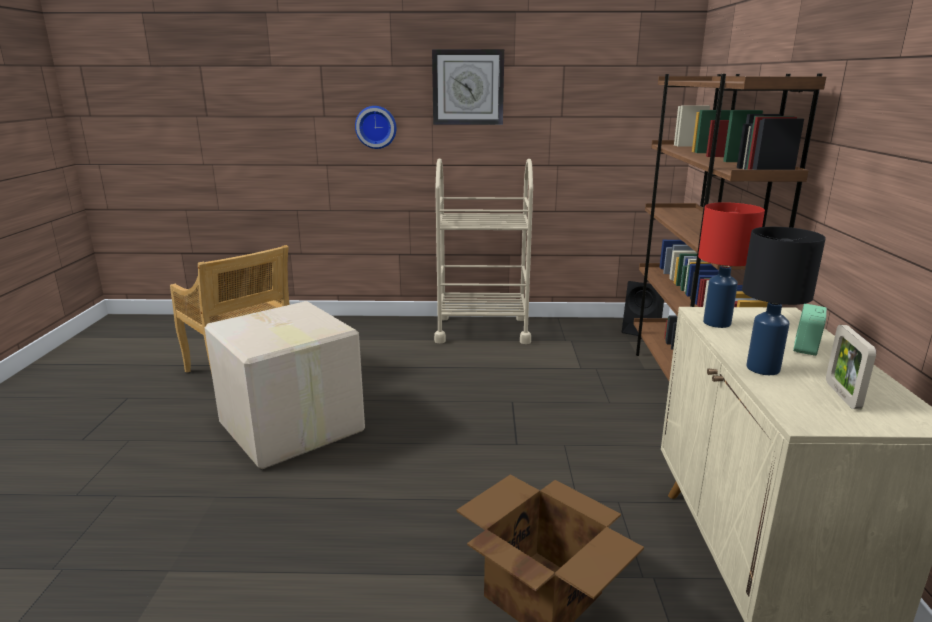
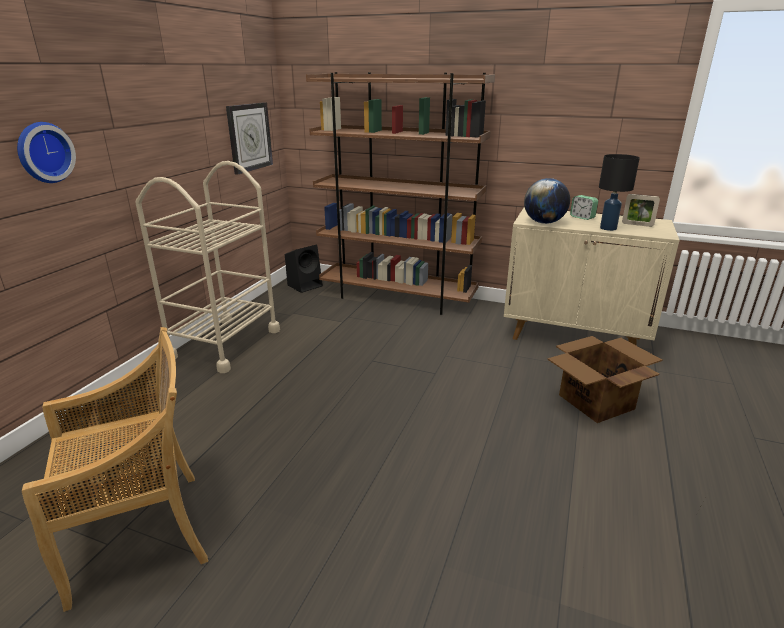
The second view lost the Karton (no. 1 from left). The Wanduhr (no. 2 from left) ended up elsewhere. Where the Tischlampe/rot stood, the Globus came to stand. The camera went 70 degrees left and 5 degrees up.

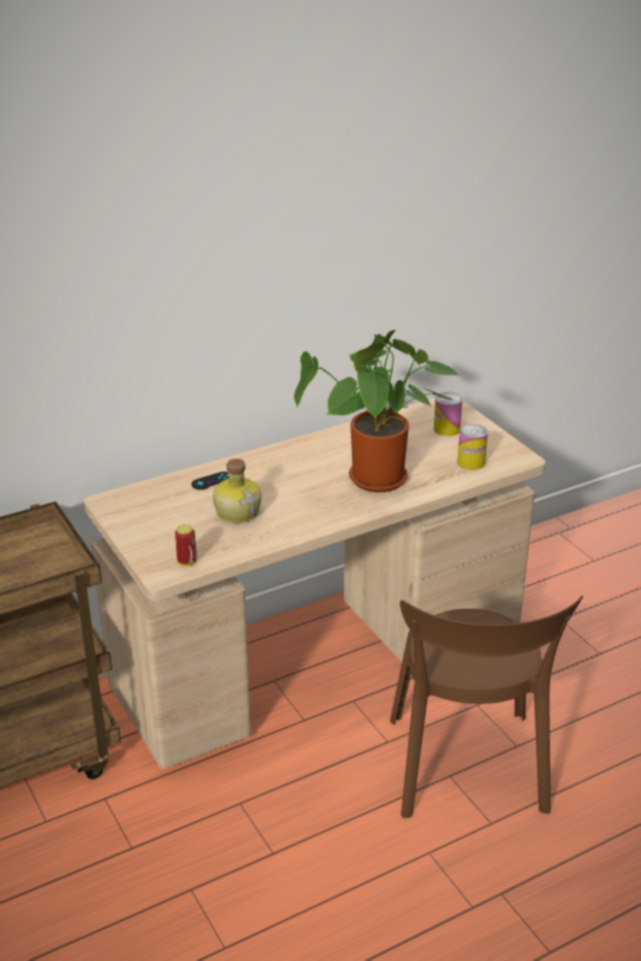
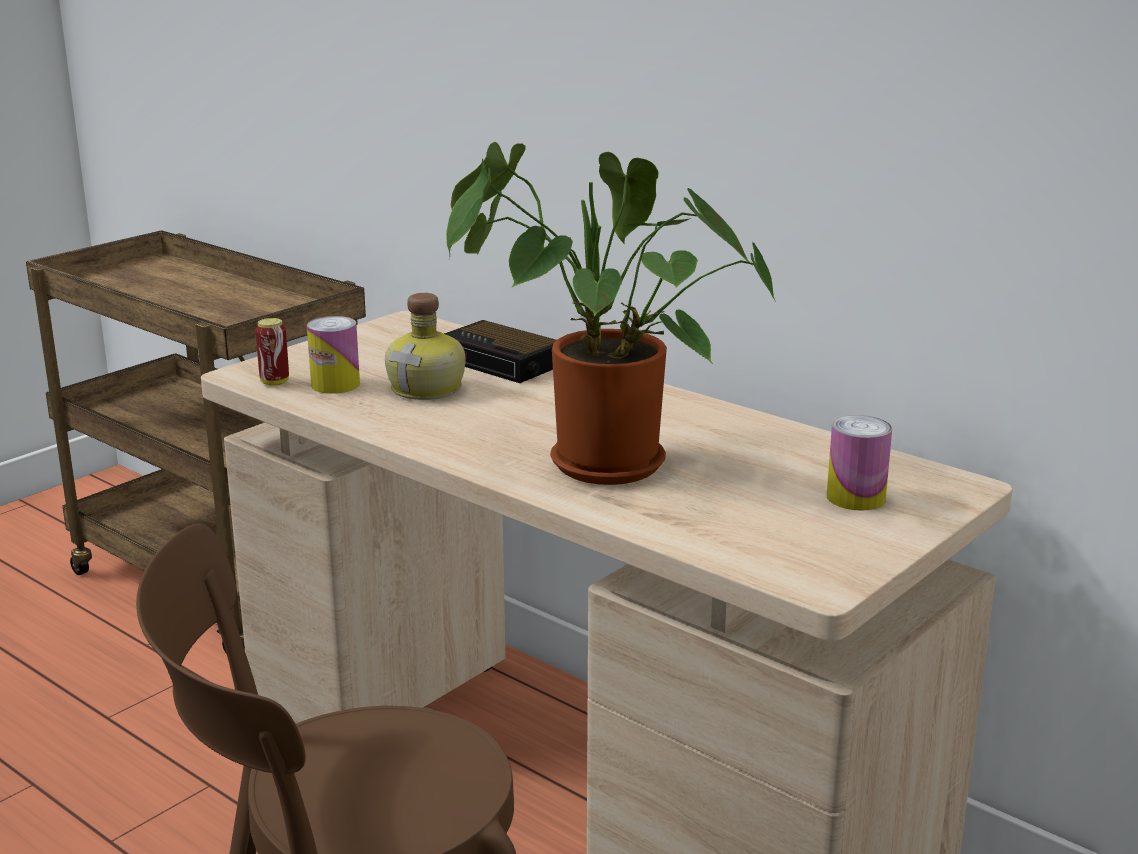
Where the Gamepad/schwarz stood, the Wecker came to stand. The Dose (no. 3 from left in the first image) ended up elsewhere. The camera went 70 degrees right and 10 degrees down.

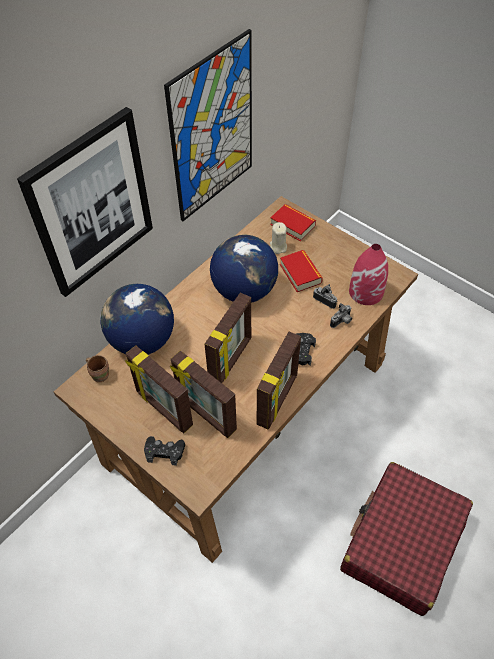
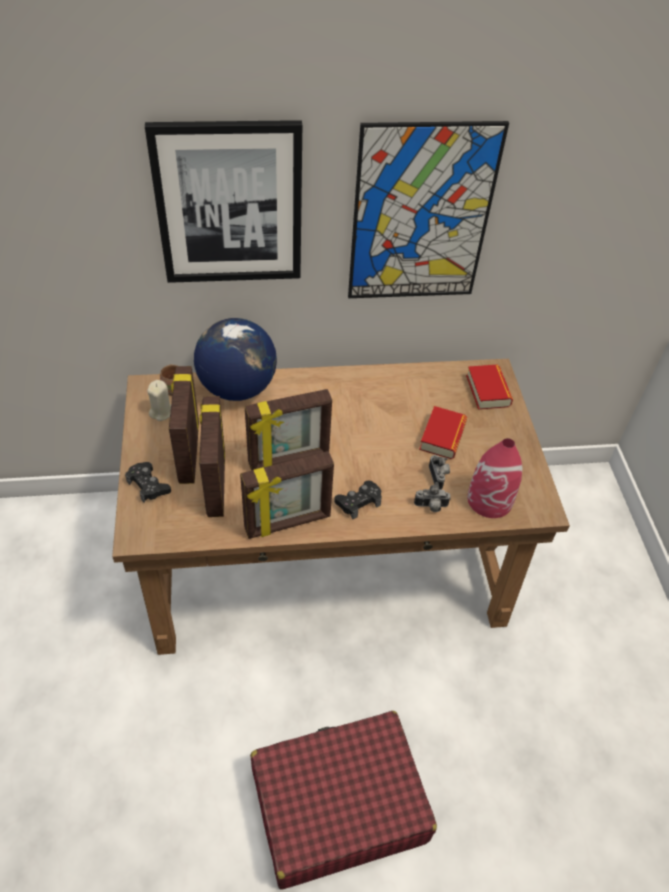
The second view lost the Globus (no. 2 from left). The Kerze/beige ended up elsewhere. The camera went 40 degrees right and 5 degrees down.

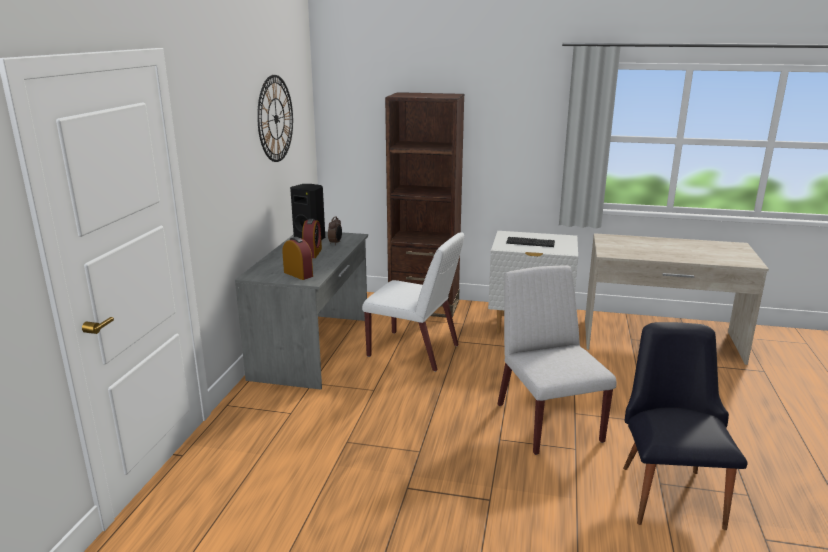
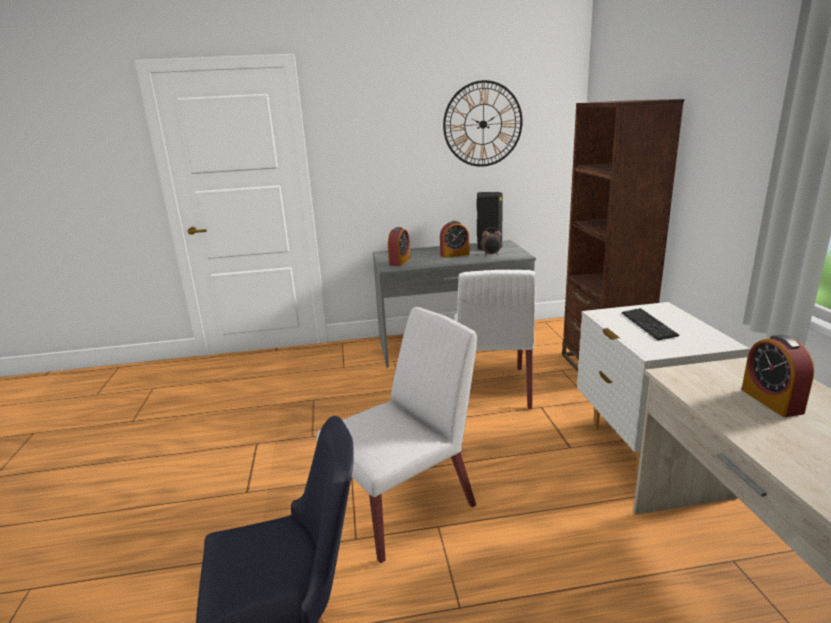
The second view gained the Wecker (no. 4 from left). The camera went 70 degrees right and 0 degrees up.

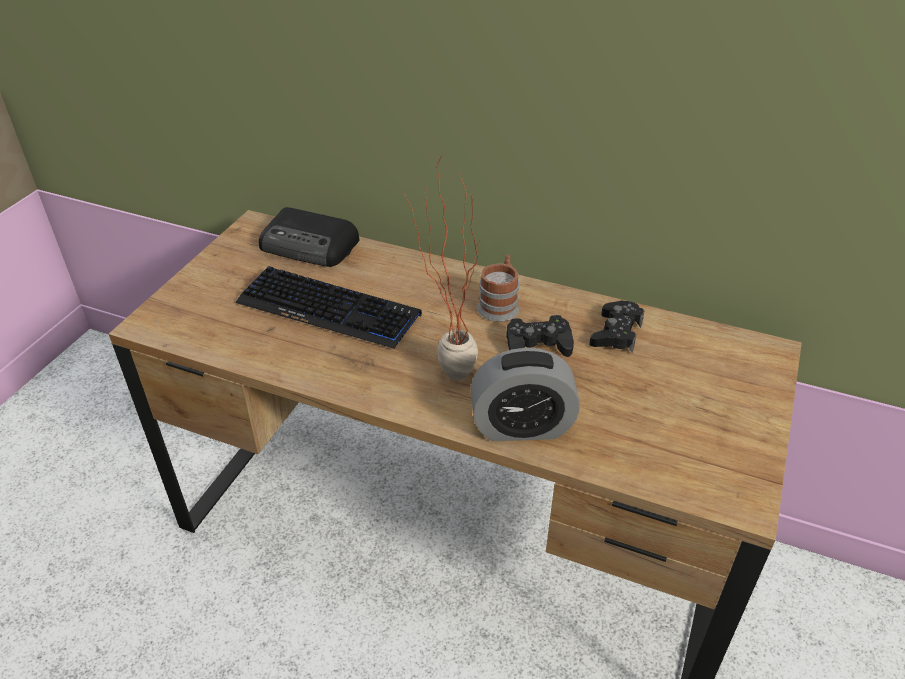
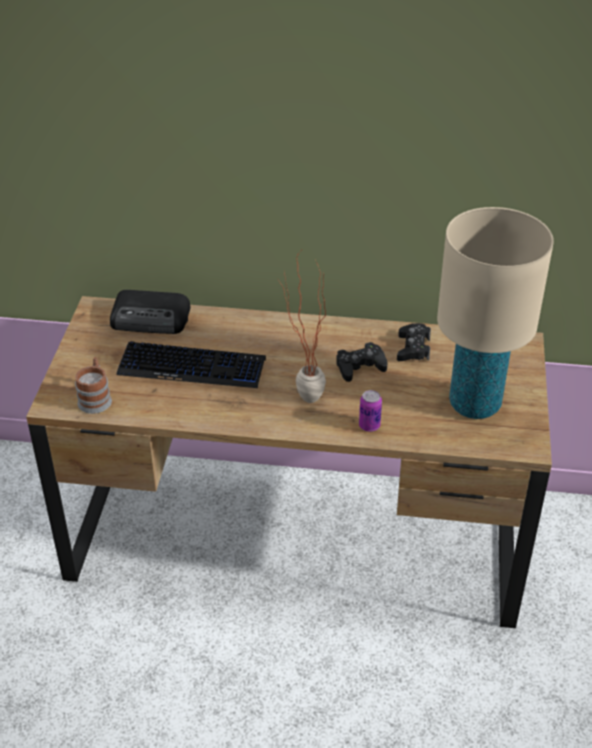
Where the Wecker stood, the Dose came to stand. The Henkelbecher ended up elsewhere. The second view gained the Tischlampe/beige. The camera went 15 degrees left and 0 degrees up.

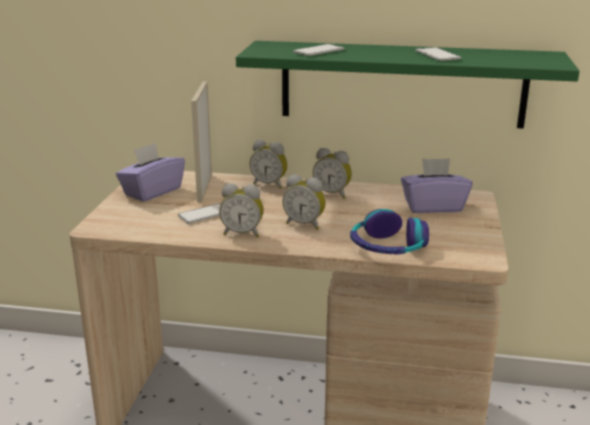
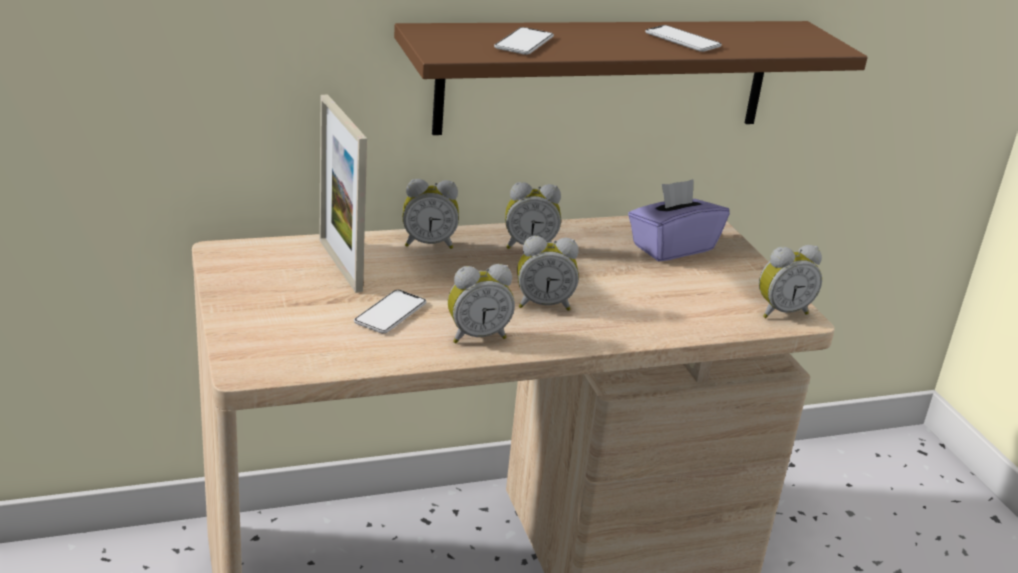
The second view lost the Taschentuchbox/lila (no. 1 from left). What was the Wandregal/grün turned into the Wandregal/braun. The second view lost the Kopfhörer. The second view gained the Wecker (no. 5 from left). The camera went 30 degrees left and 5 degrees up.

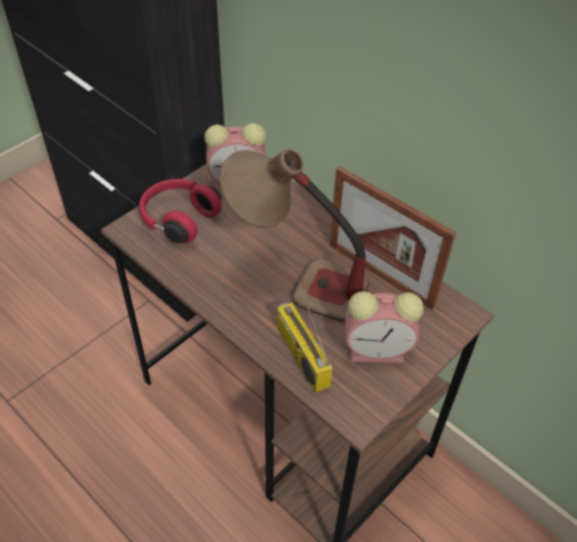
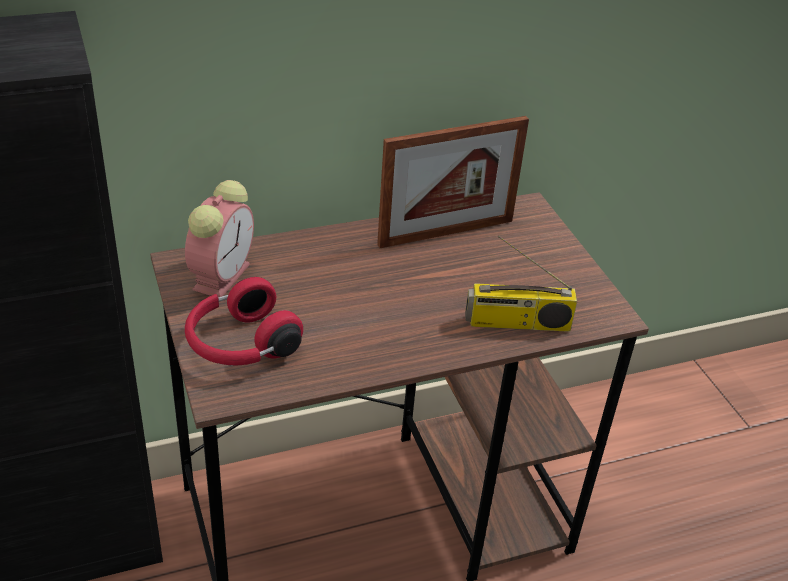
The second view lost the Tischlampe. The second view lost the Wecker (no. 2 from left). The camera went 65 degrees left and 10 degrees down.

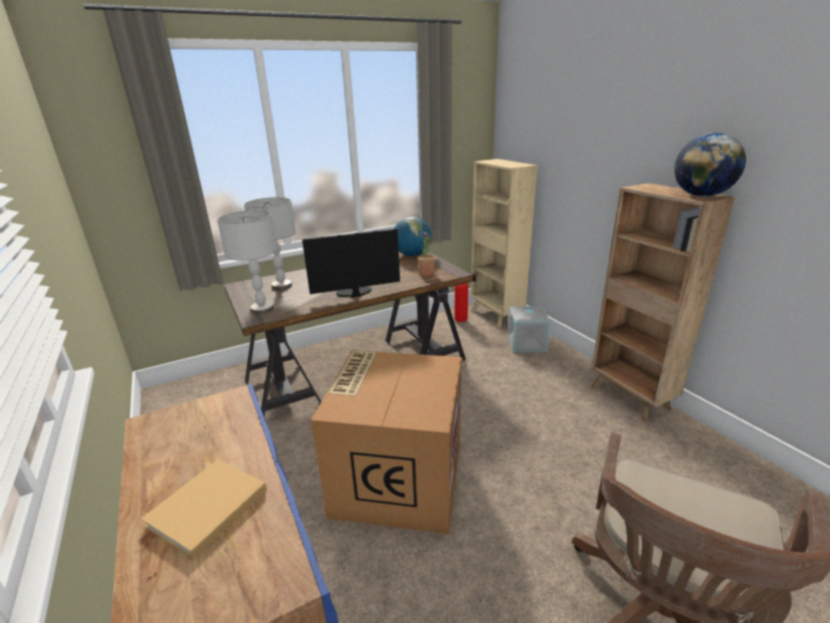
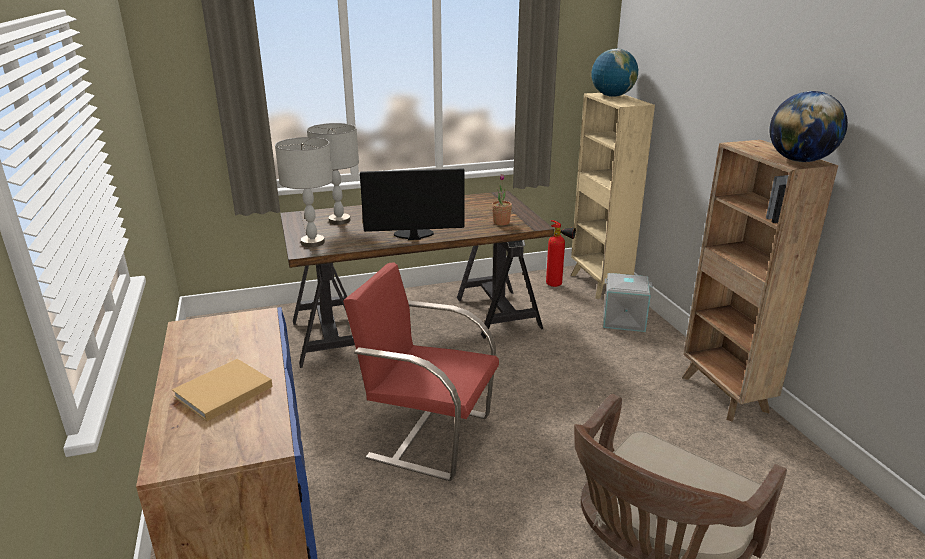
Where the Karton stood, the Stuhl/rot came to stand. The Globus (no. 1 from left) ended up elsewhere. The camera went 10 degrees right and 0 degrees up.

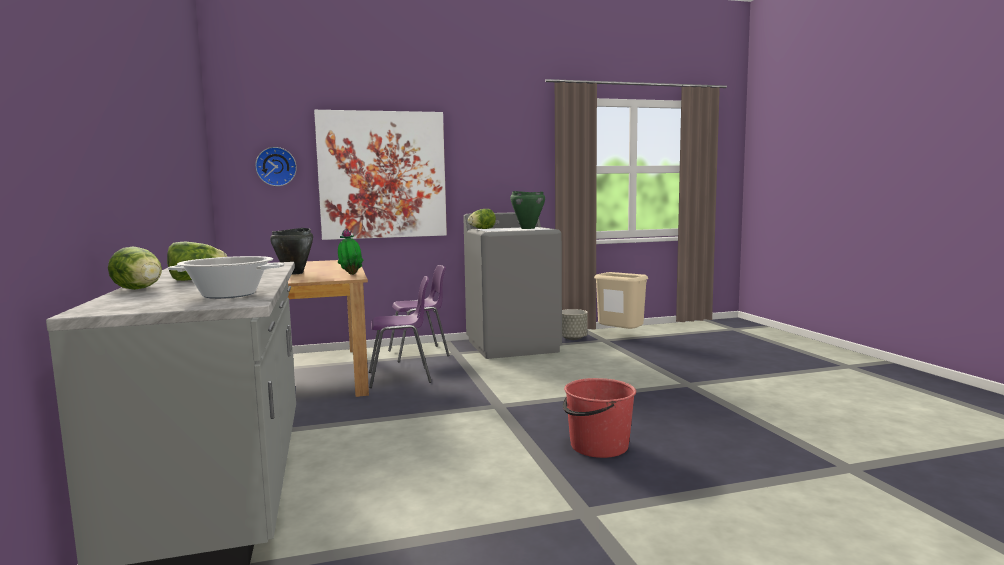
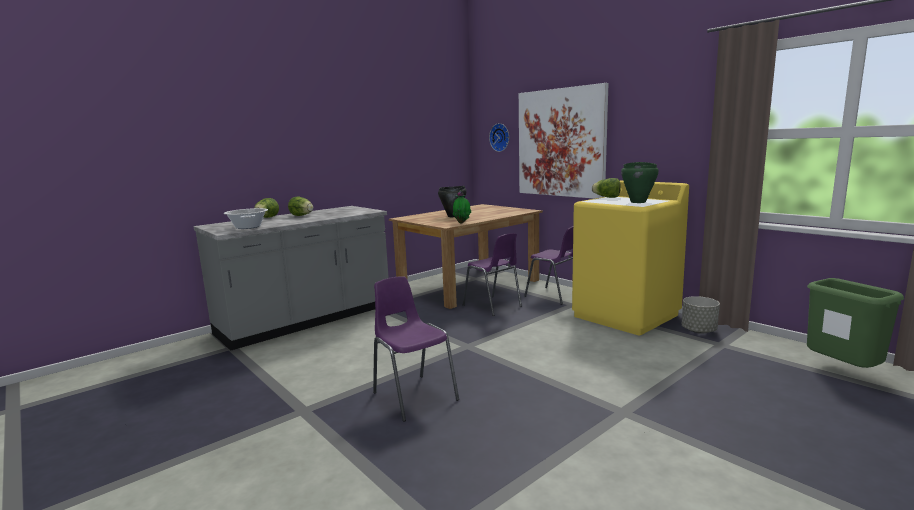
What was the Waschmaschine/grau turned into the Waschmaschine/gelb. Where the Eimer/rot stood, the Stuhl/lila (no. 1 from left) came to stand. The second view lost the Mülleimer/beige. The second view gained the Mülleimer/grün. The camera went 65 degrees right and 5 degrees up.

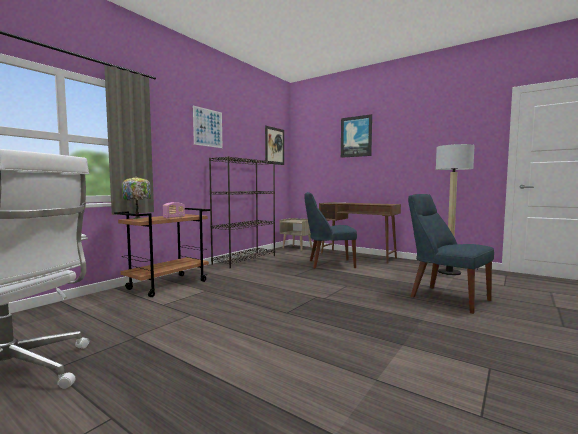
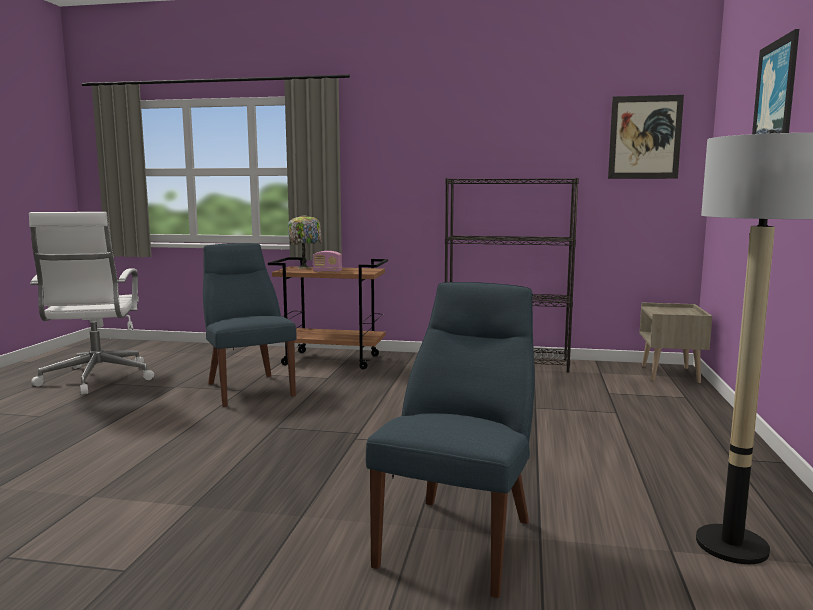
The second view lost the Bild (no. 1 from left). The Stuhl/blau (no. 1 from left) ended up elsewhere. The second view lost the Schreibtisch/braun. The camera went 65 degrees right and 5 degrees up.

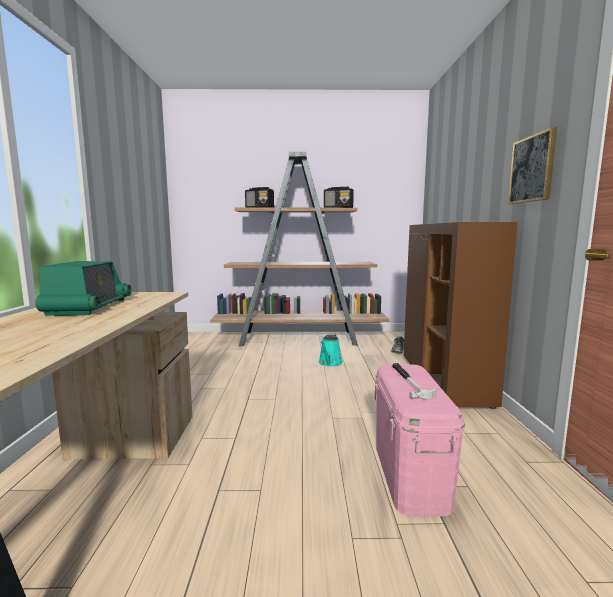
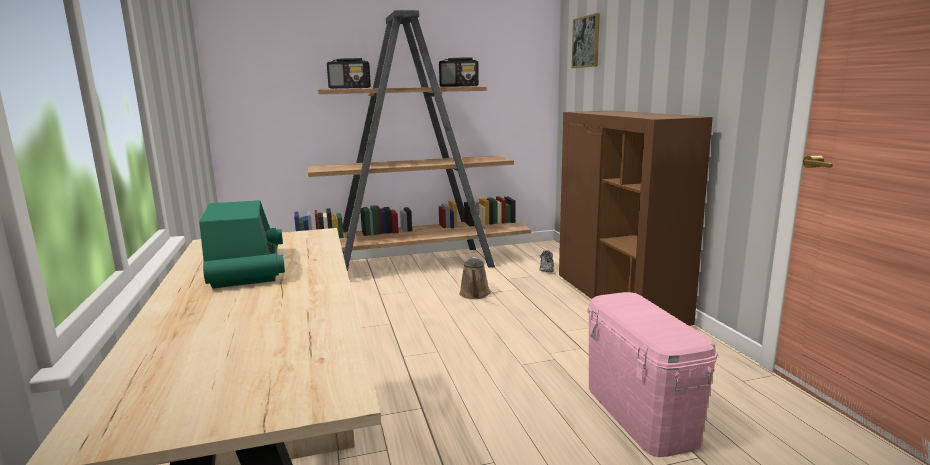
What was the Gießkanne/türkis turned into the Gießkanne/braun. The second view lost the Hammer. The Bild ended up elsewhere. The camera went 15 degrees left and 5 degrees up.

